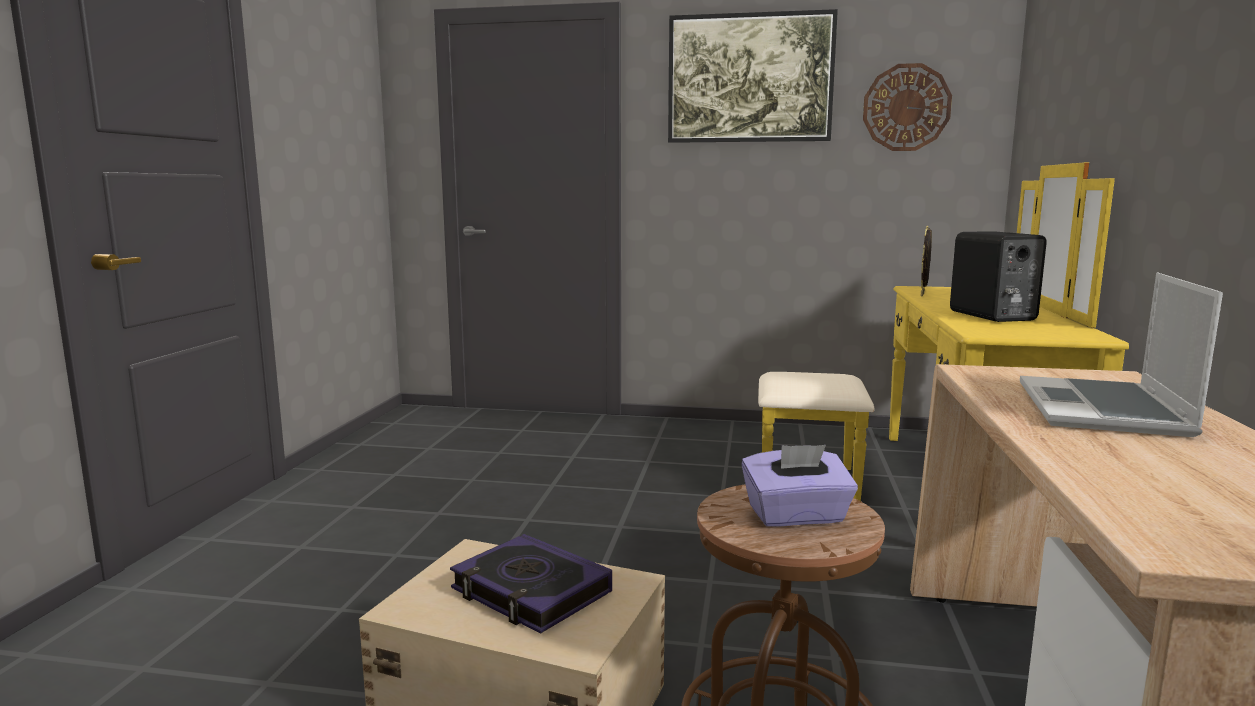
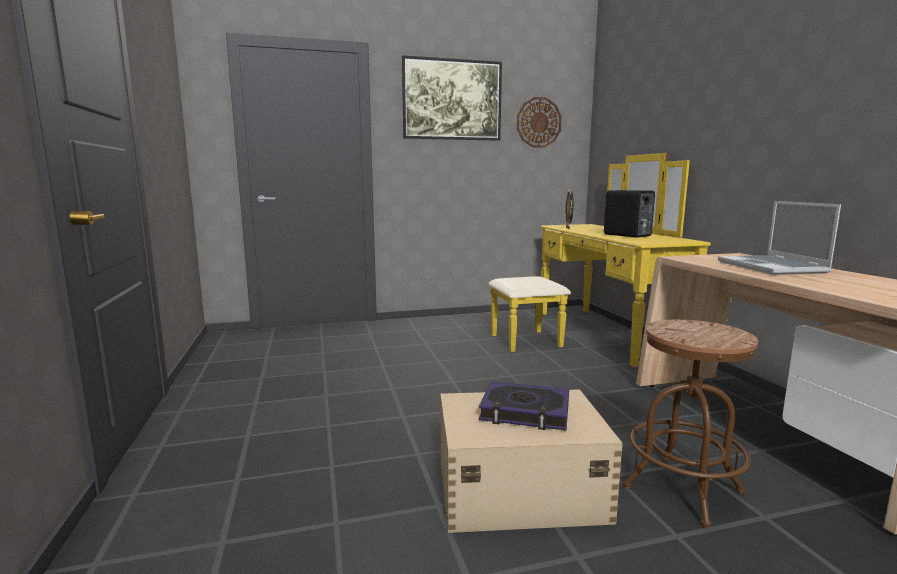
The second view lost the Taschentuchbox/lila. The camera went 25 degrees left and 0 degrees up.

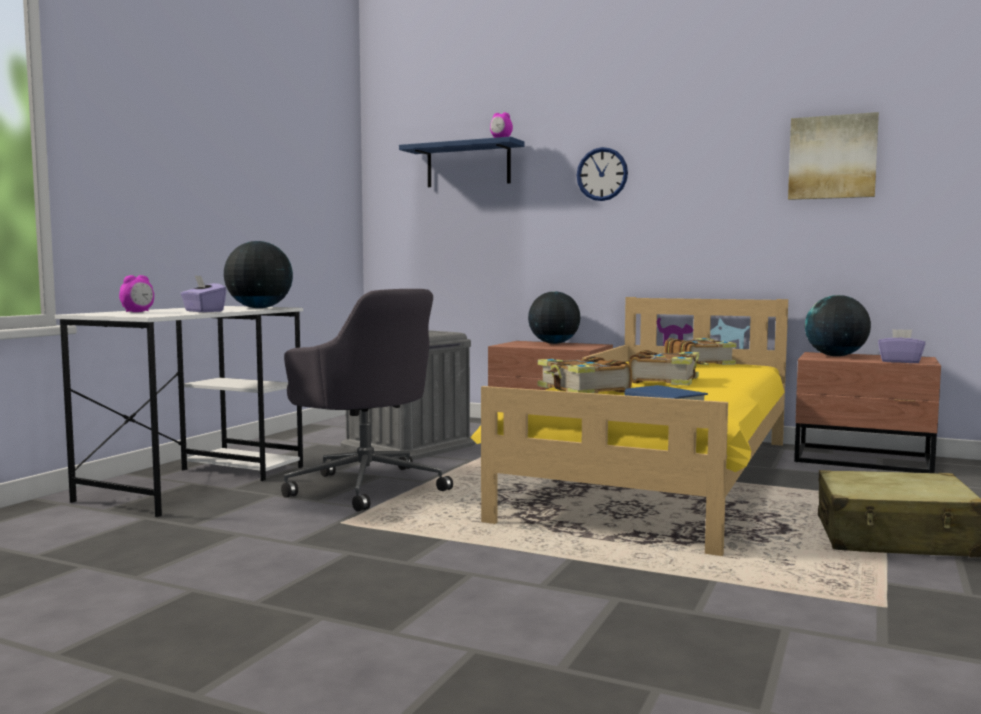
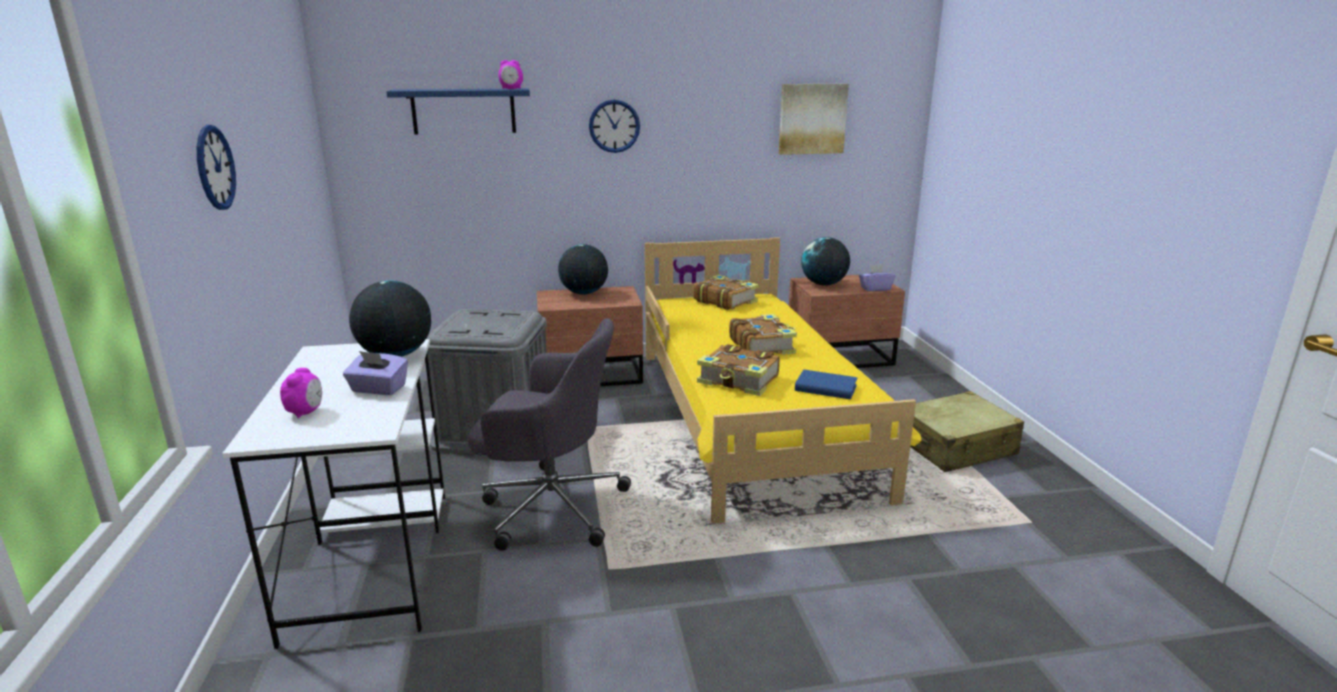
The second view gained the Wanduhr (no. 1 from left). The camera went 35 degrees left and 15 degrees up.

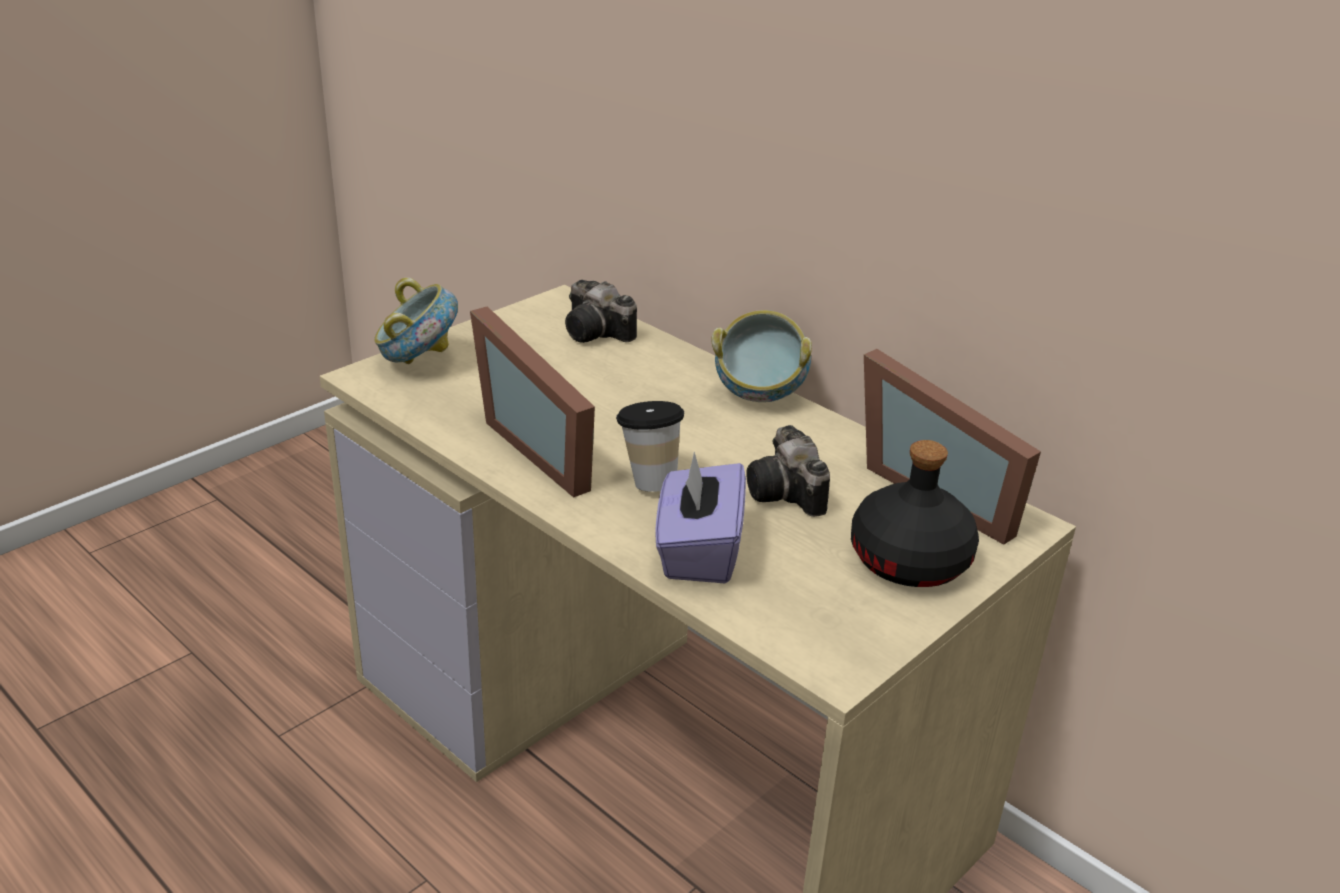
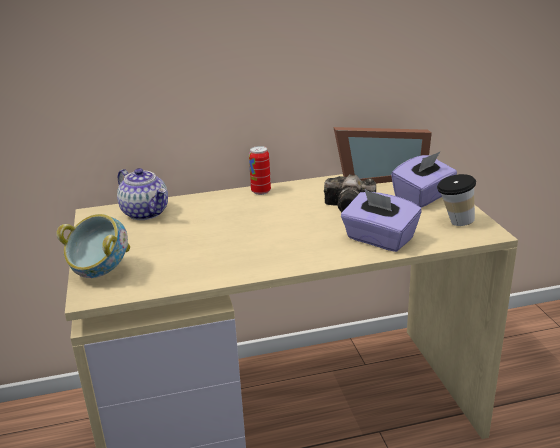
The second view lost the Bilderrahmen (no. 1 from left). Where the Kamera (no. 1 from left) stood, the Teekanne came to stand. The Tasse ended up elsewhere. Where the Schüssel (no. 2 from left) stood, the Dose came to stand. Where the Flasche/schwarz stood, the Taschentuchbox/lila (no. 2 from left) came to stand. The camera went 55 degrees left and 5 degrees down.

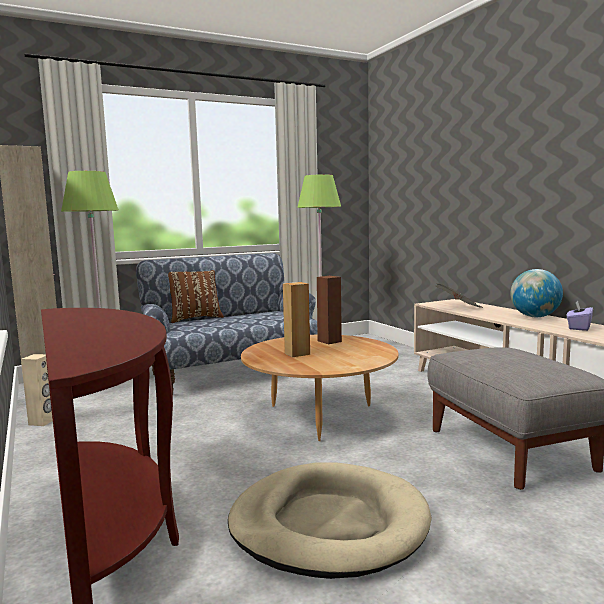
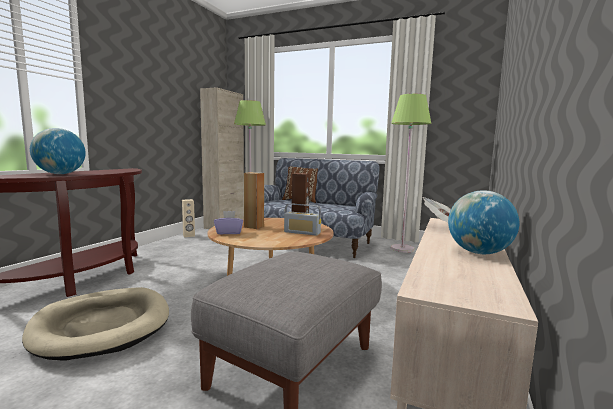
The Taschentuchbox/lila ended up elsewhere. The second view gained the Globus (no. 1 from left). The second view gained the Radio. The camera went 50 degrees right and 0 degrees up.

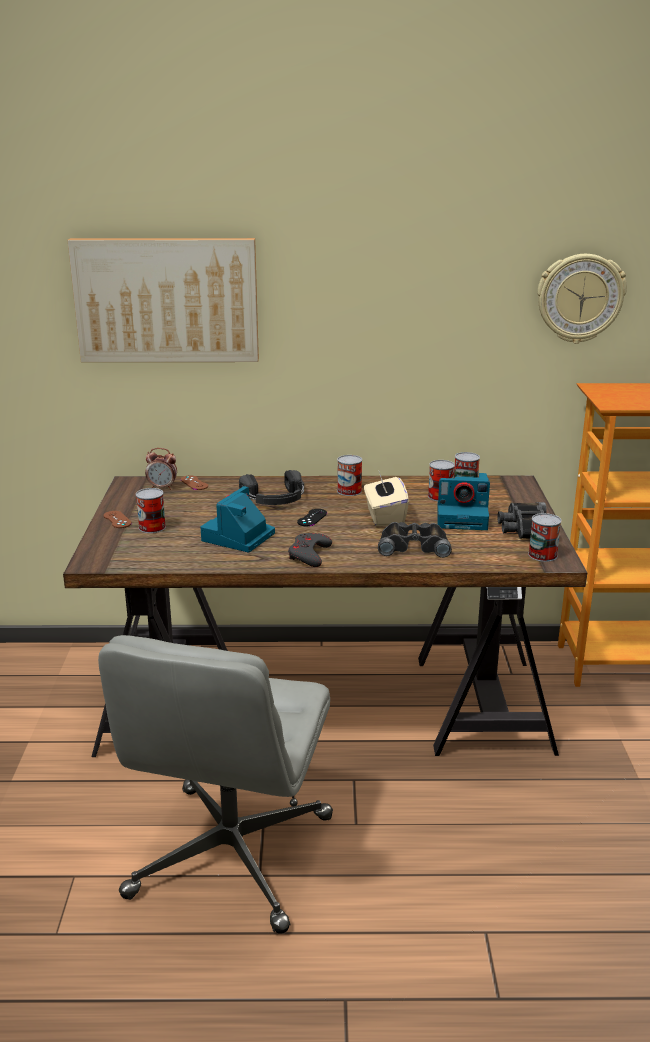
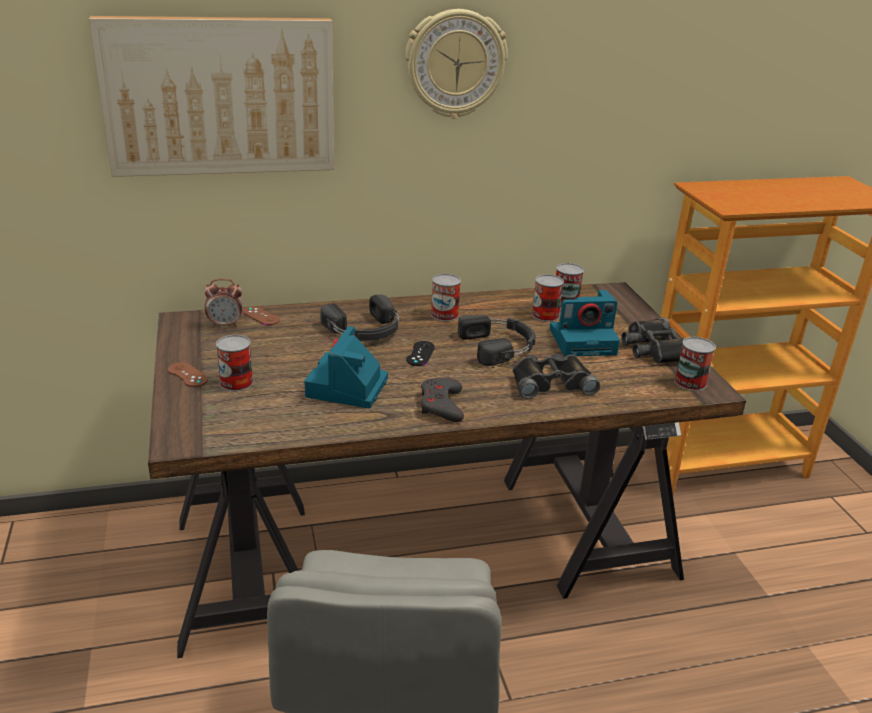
Where the Taschentuchbox/beige stood, the Kopfhörer/schwarz (no. 2 from left) came to stand. The Wanduhr ended up elsewhere. The camera went 15 degrees left and 5 degrees up.

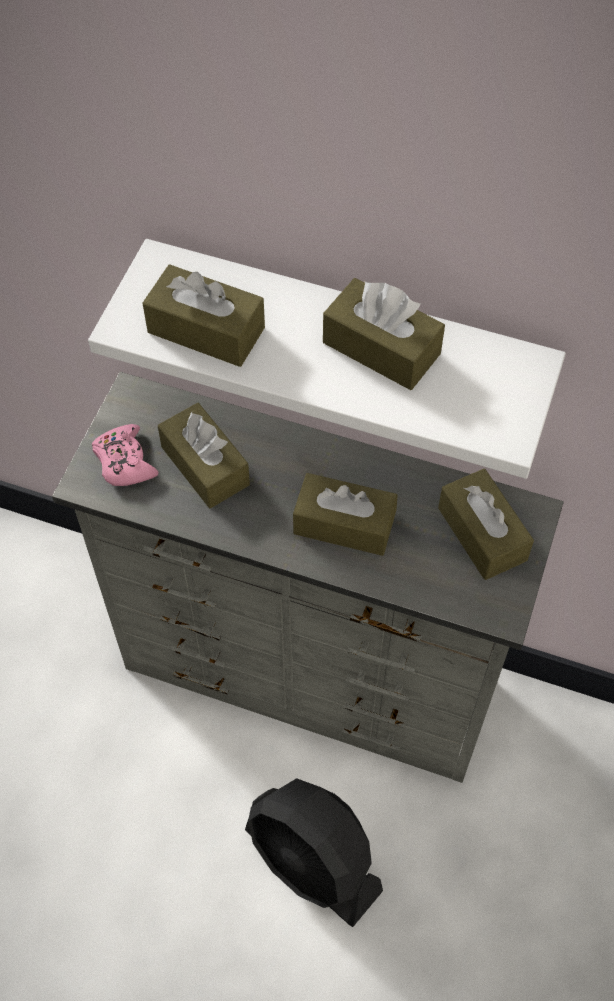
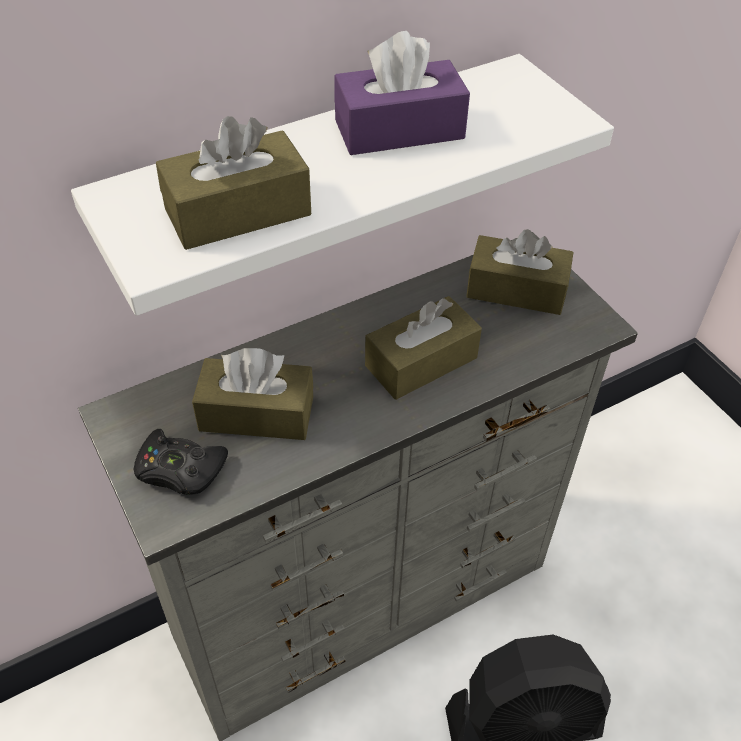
What was the Gamepad/rosa turned into the Gamepad/schwarz. What was the Taschentuchbox/braun (no. 4 from left) turned into the Taschentuchbox/lila. The camera went 50 degrees left and 10 degrees down.

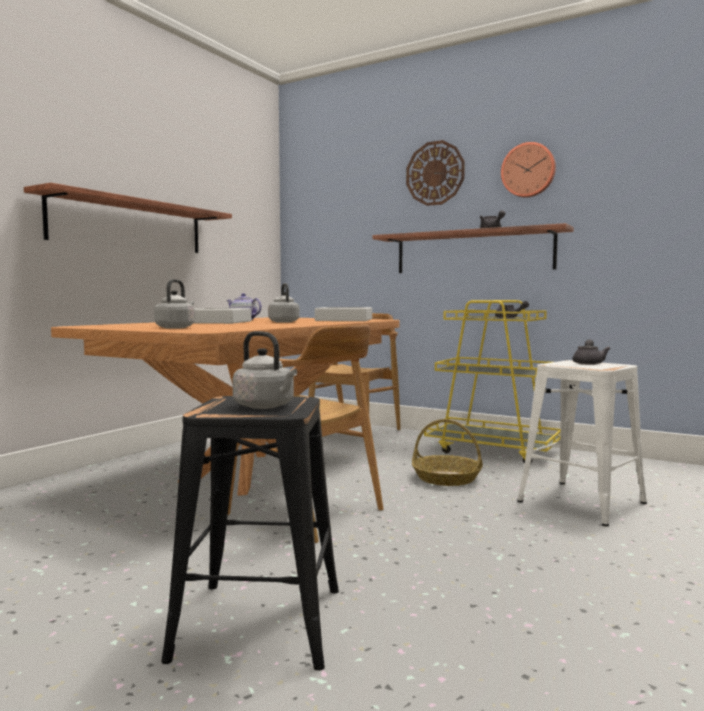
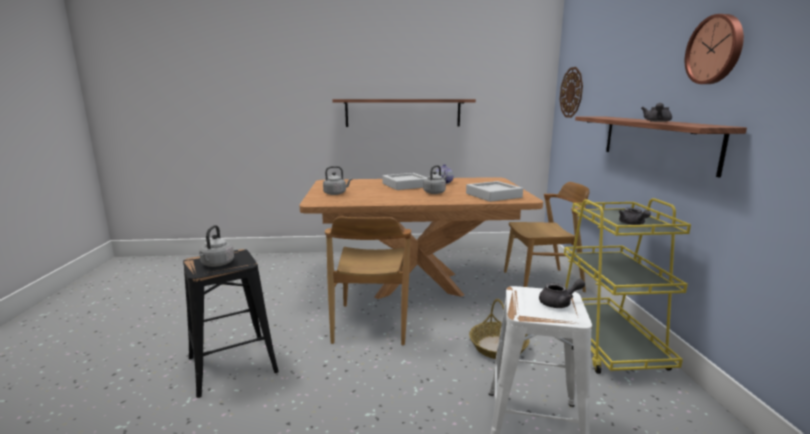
The Wanduhr (no. 1 from left) ended up elsewhere. The camera went 55 degrees right and 10 degrees up.

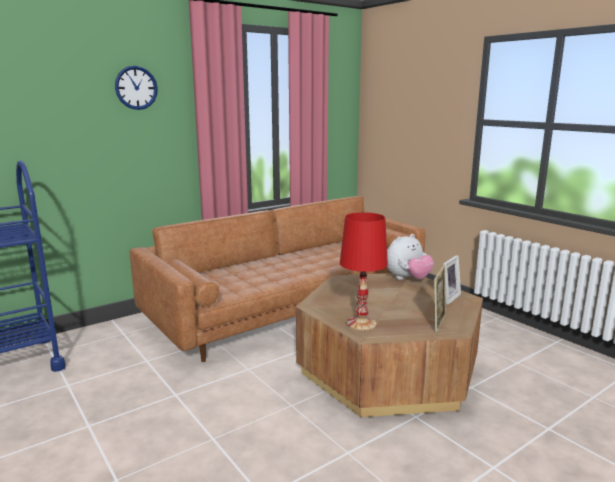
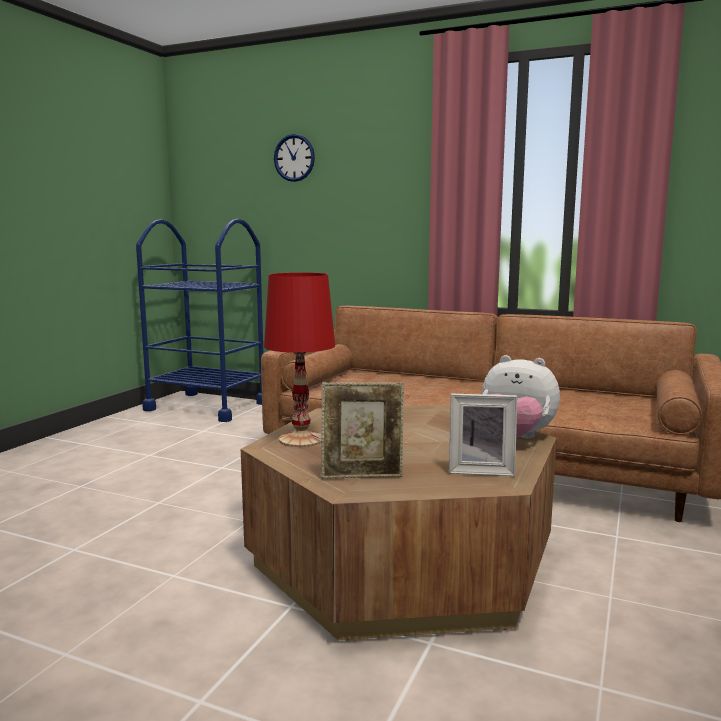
The Wanduhr ended up elsewhere. The camera went 60 degrees right and 5 degrees down.

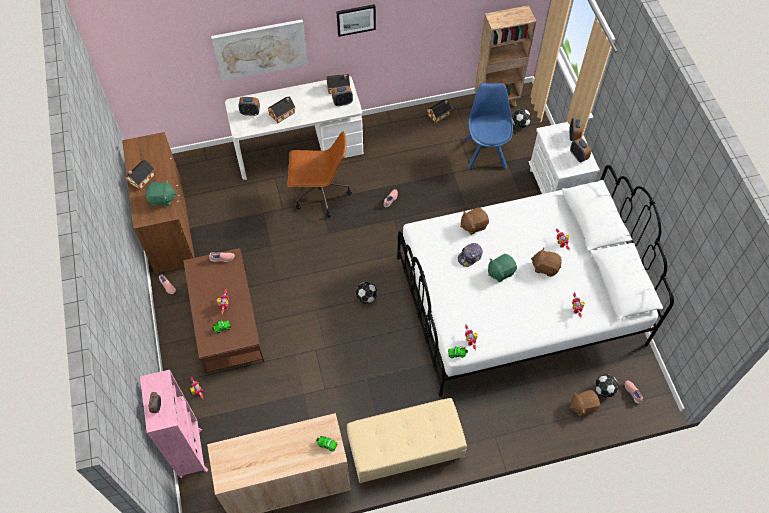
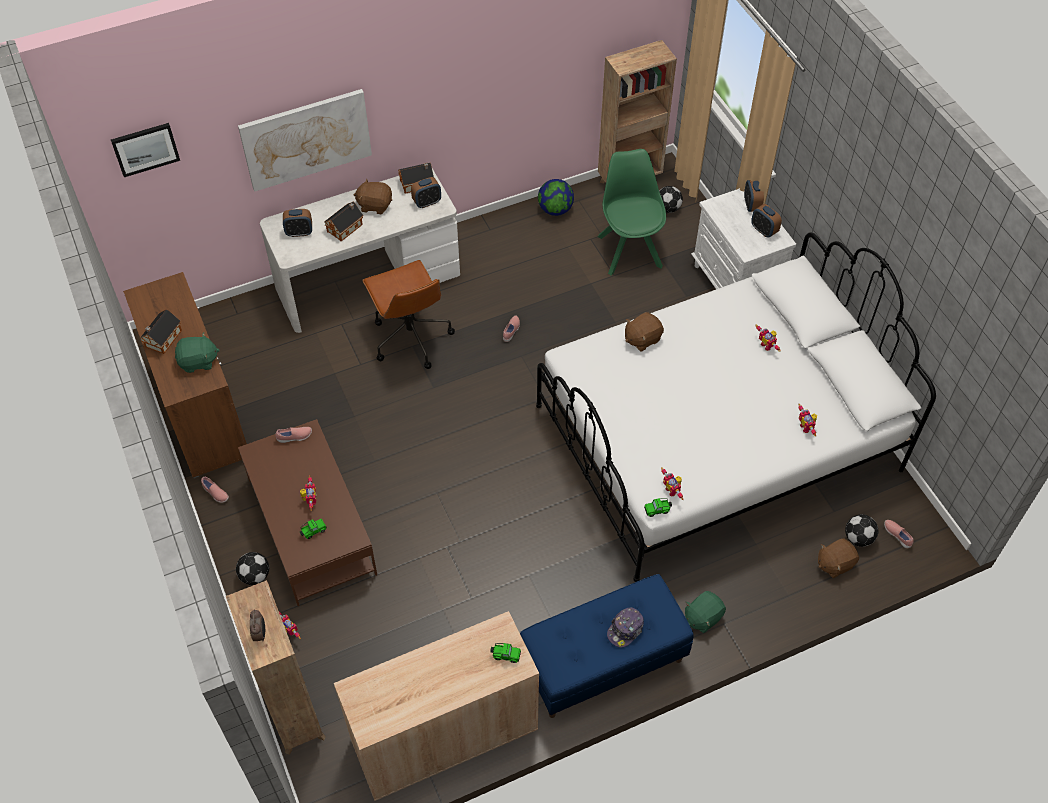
What was the Bücherregal/rosa turned into the Bücherregal/braun (no. 1 from left). The Bürostuhl/braun ended up facing another way, 75 degrees clockwise from before. The Bild (no. 2 from left in the first image) ended up elsewhere. What was the Bank/beige turned into the Bank/blau. The Fußball (no. 1 from left) ended up elsewhere. Where the Spielzeughaus (no. 4 from left) stood, the Globus came to stand. The Kappe ended up elsewhere. What was the Stuhl/blau turned into the Stuhl/grün. The Plüschtier/grün (no. 2 from left) ended up elsewhere. The Plüschtier/braun (no. 2 from left in the first image) ended up elsewhere. The camera went 10 degrees left and 5 degrees down.

